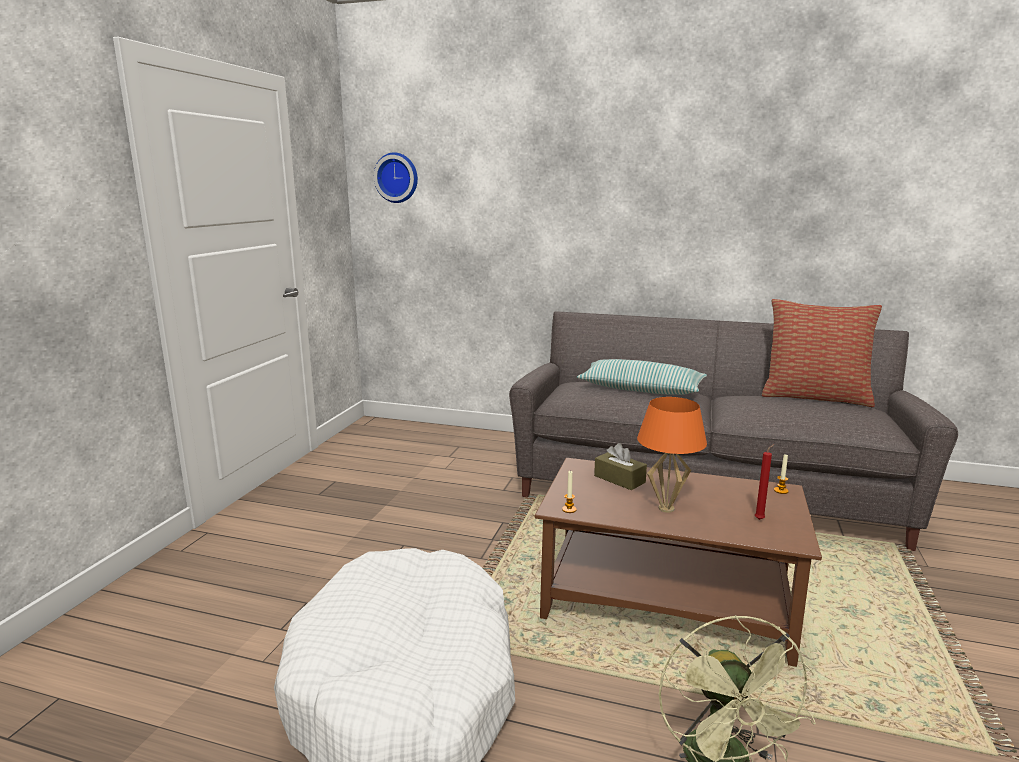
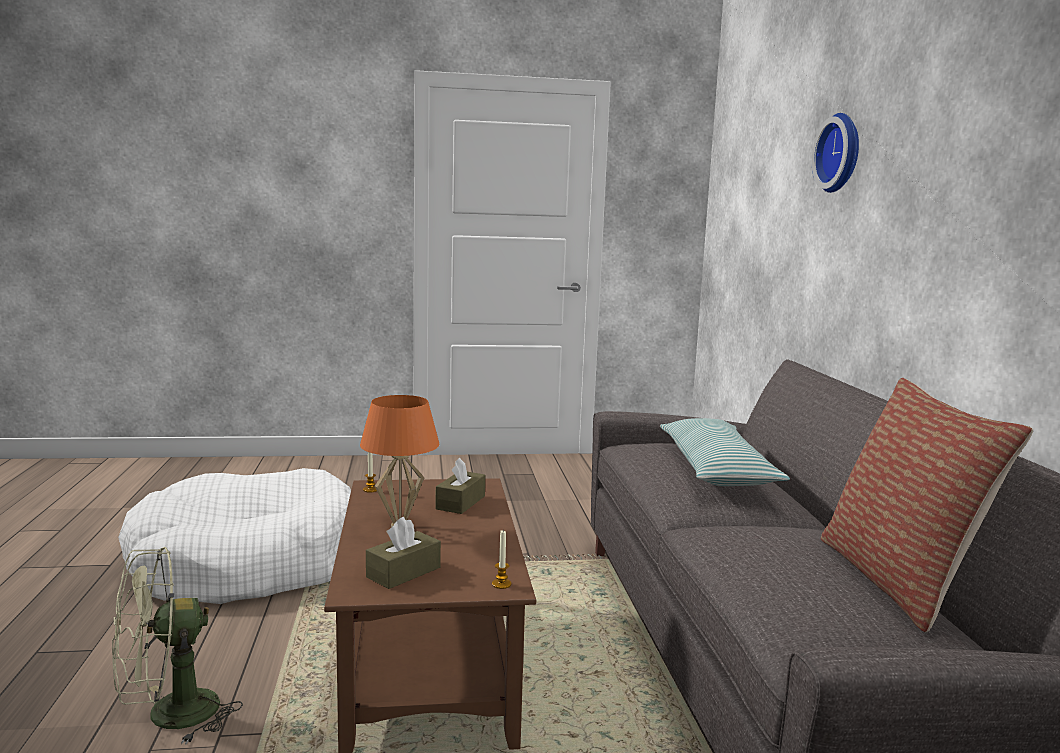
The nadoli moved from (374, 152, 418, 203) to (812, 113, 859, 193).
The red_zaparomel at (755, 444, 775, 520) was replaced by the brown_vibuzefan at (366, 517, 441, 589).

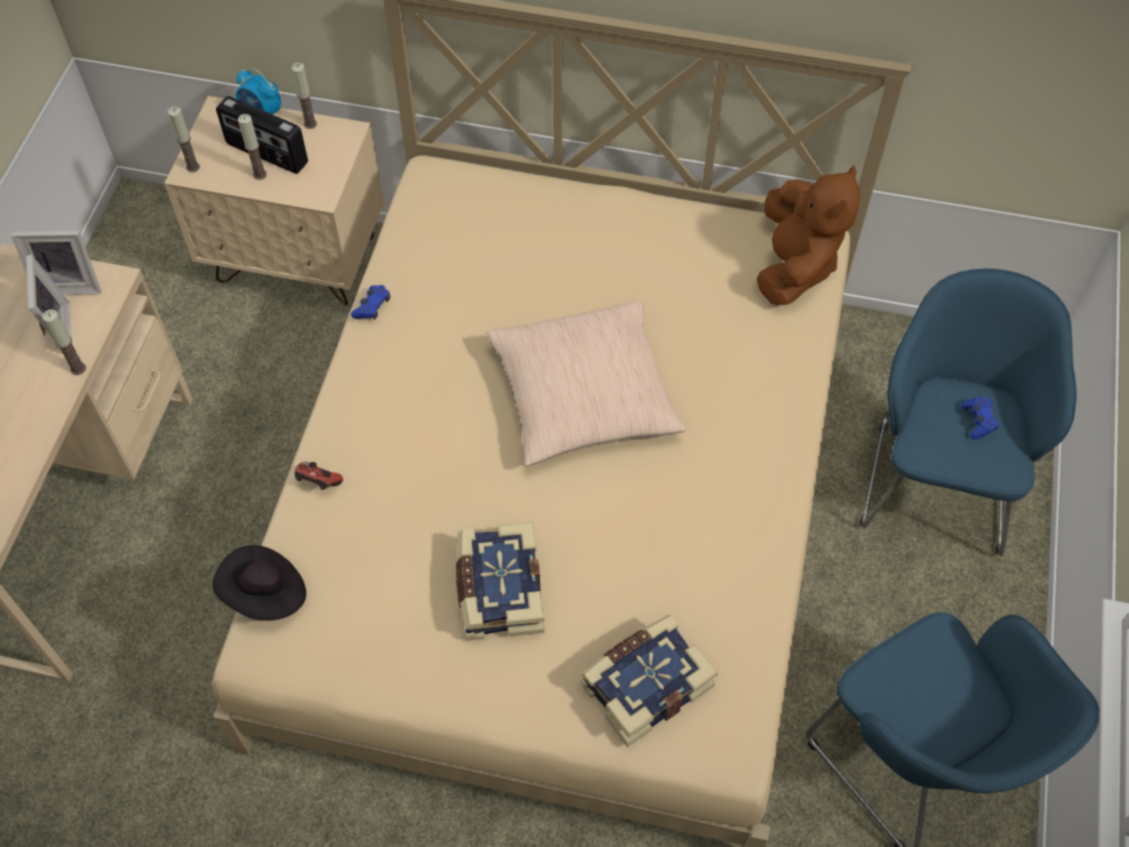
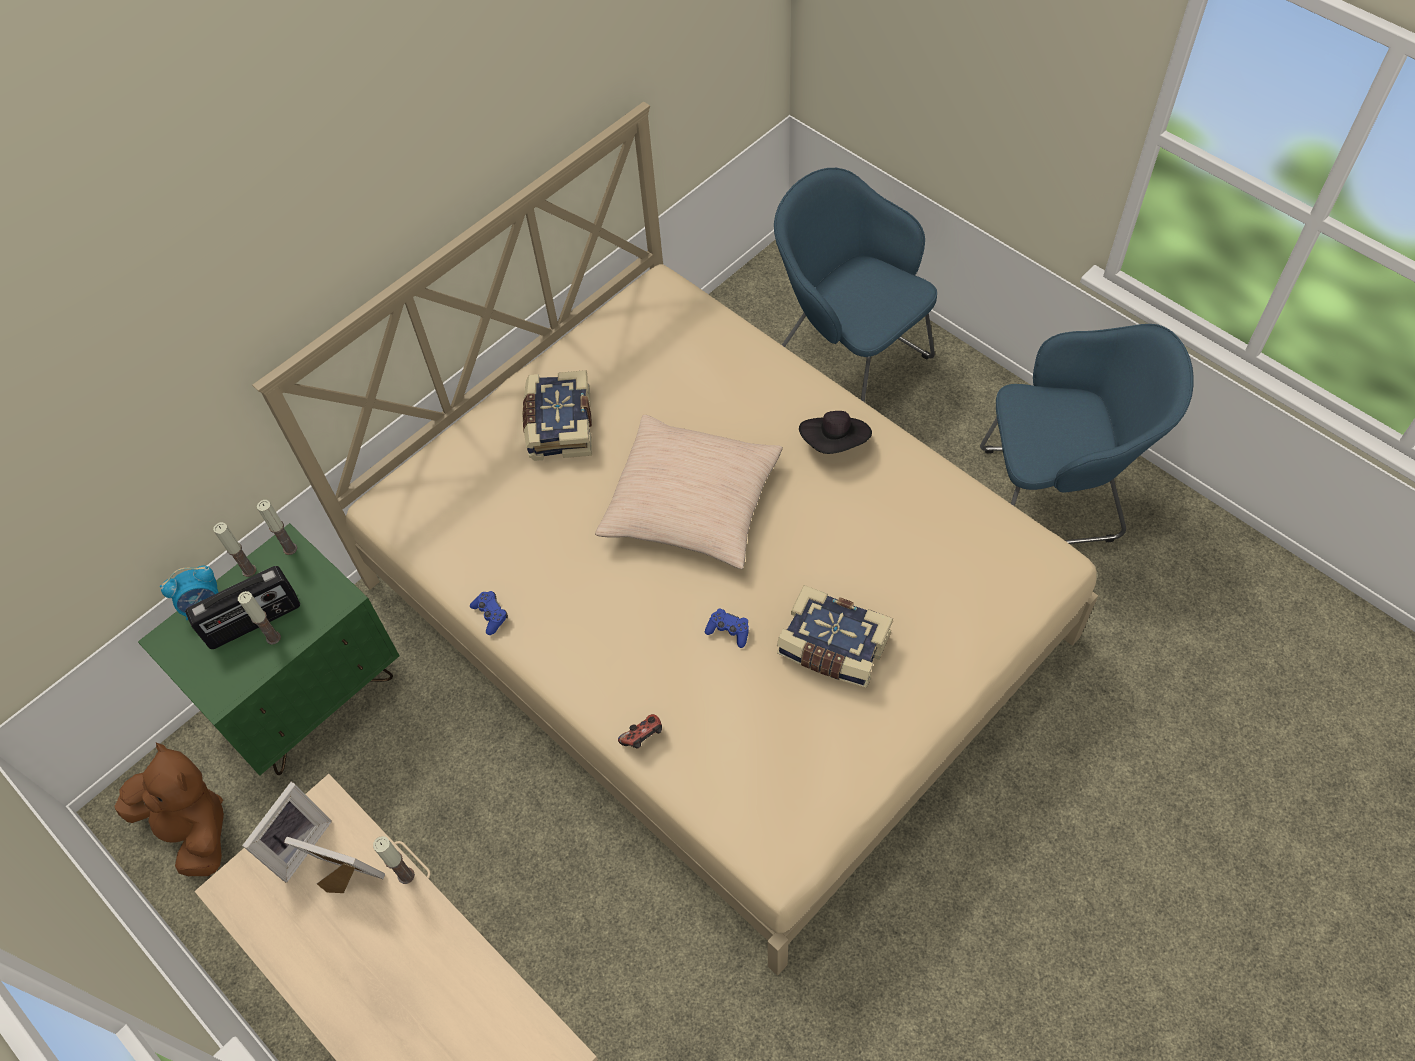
The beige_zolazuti at (164, 96, 384, 306) became the green_zolazuti at (138, 523, 400, 776).
The zaparomel moved from (168, 107, 200, 172) to (257, 500, 297, 555).
The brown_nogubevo moved from (757, 165, 860, 305) to (114, 743, 224, 876).
The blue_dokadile moved from (961, 396, 999, 439) to (705, 609, 749, 648).
The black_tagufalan moved from (212, 545, 306, 621) to (799, 411, 872, 454).
The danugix moved from (581, 615, 718, 747) to (523, 370, 592, 461).

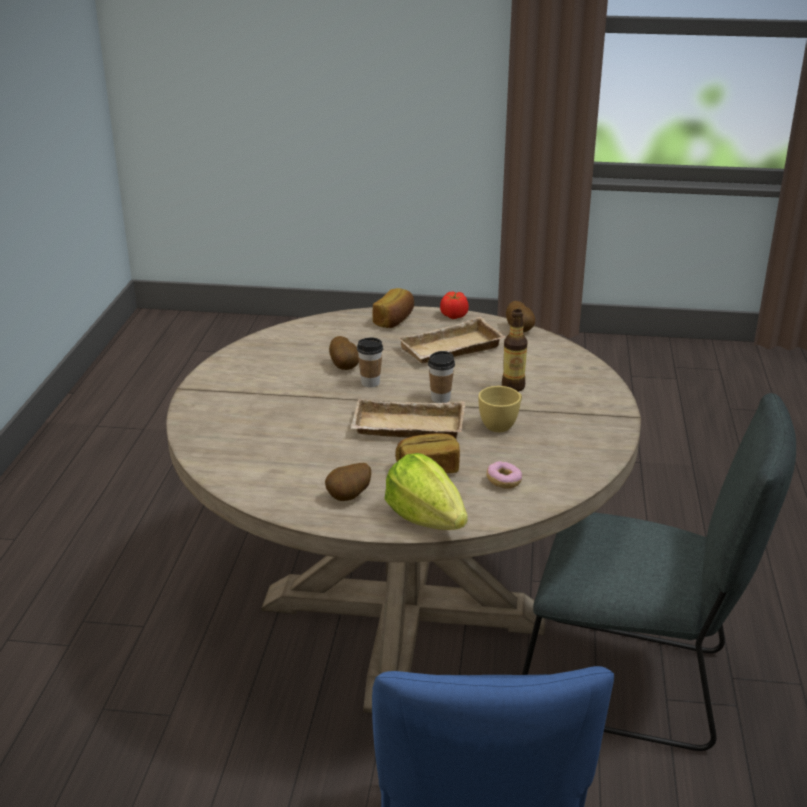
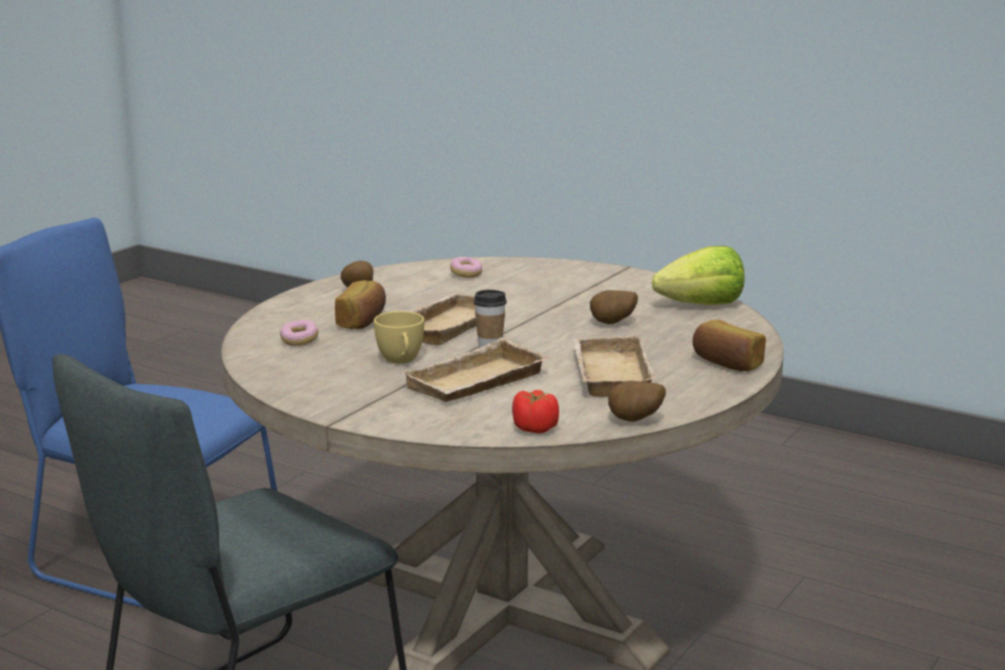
The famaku moved from (440, 292, 469, 319) to (512, 390, 559, 434).
The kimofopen at (502, 309, 528, 392) was replaced by the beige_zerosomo at (401, 337, 549, 402).
The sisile at (357, 337, 383, 388) disappeared.
The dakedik moved from (385, 453, 468, 530) to (652, 246, 744, 305).
The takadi at (450, 257, 482, 278) appeared.

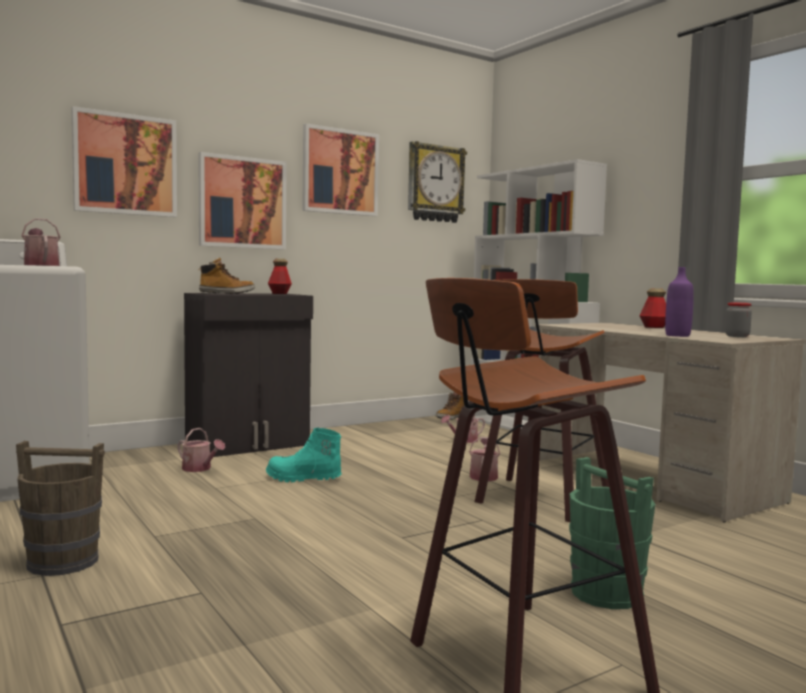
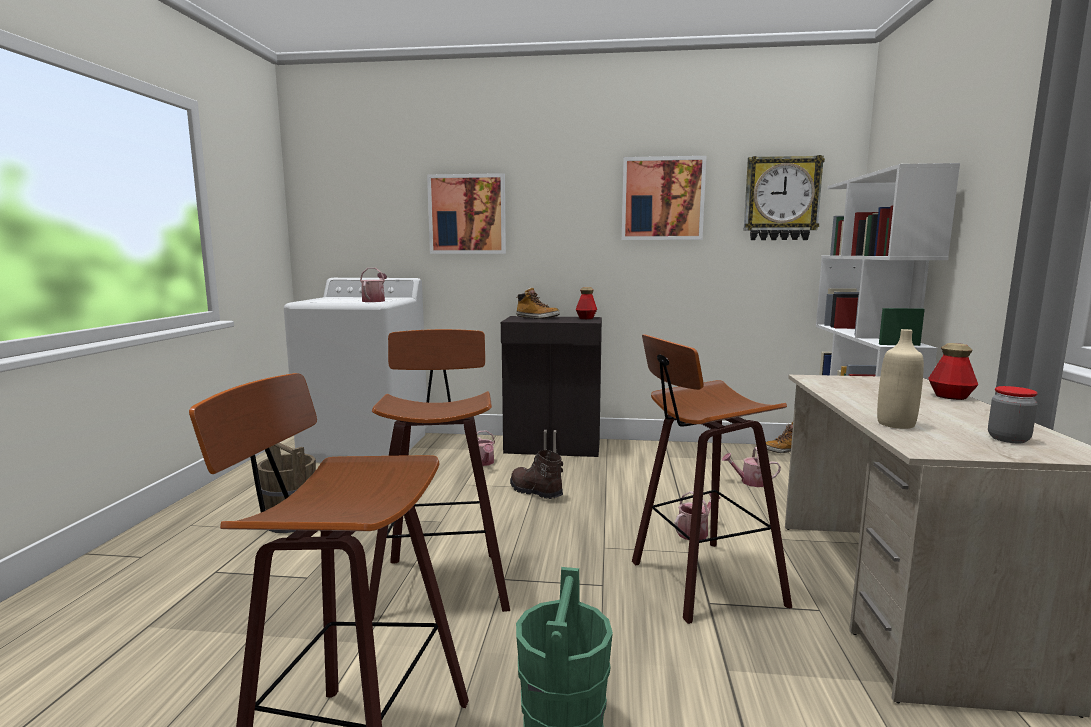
The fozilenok at (199, 152, 287, 249) disappeared.
The purple_kimofopen at (665, 267, 694, 337) became the beige_kimofopen at (877, 329, 924, 429).
The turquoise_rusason at (266, 427, 342, 482) became the brown_rusason at (510, 450, 563, 499).
The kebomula at (369, 329, 510, 621) appeared.

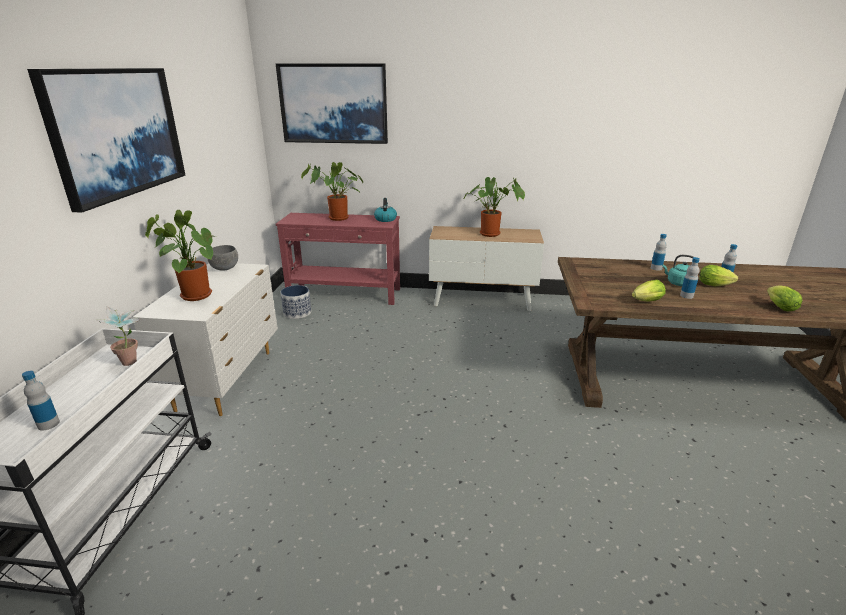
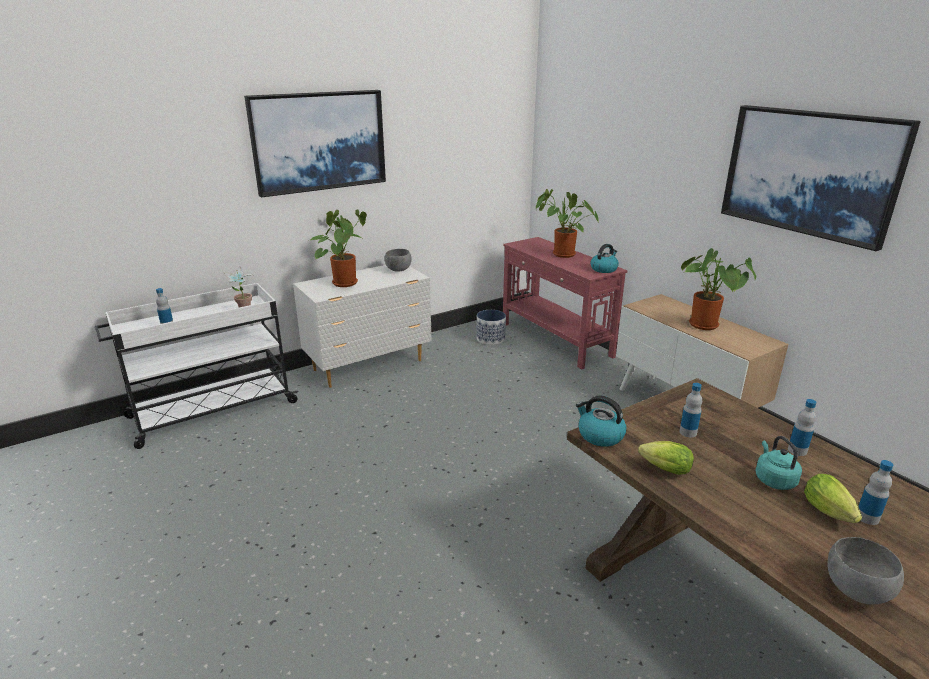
The fozilenok moved from (276, 63, 388, 144) to (721, 105, 921, 251).
The kimofopen moved from (680, 257, 700, 299) to (679, 383, 702, 437).
The dakedik at (767, 285, 803, 311) was replaced by the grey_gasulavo at (827, 537, 904, 604).
The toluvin at (576, 396, 626, 447) appeared.

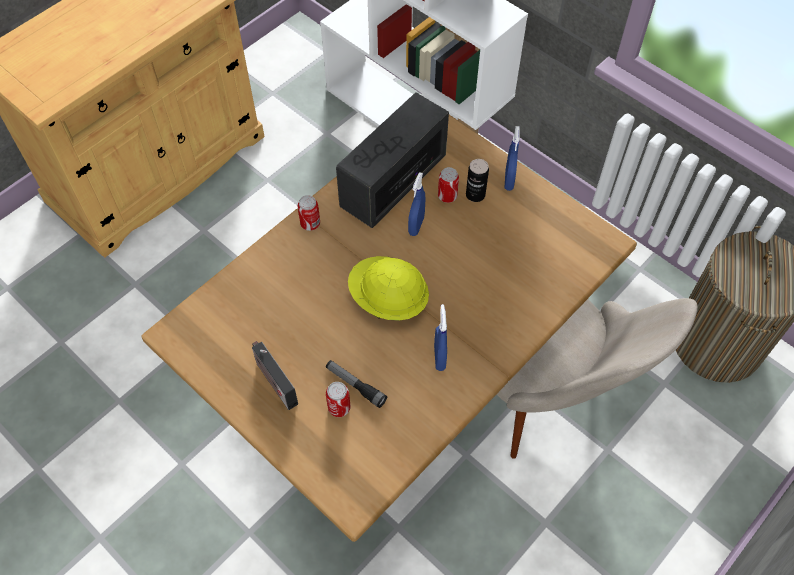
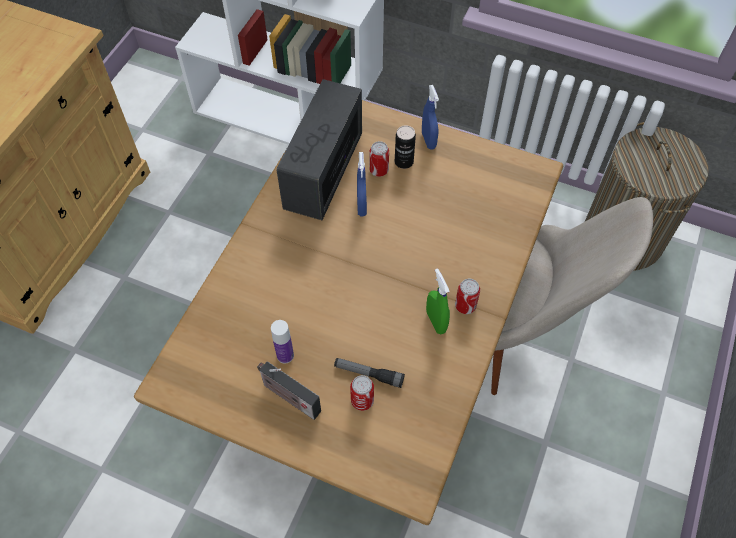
The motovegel moved from (298, 195, 320, 231) to (455, 279, 480, 314).
The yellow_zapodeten at (348, 256, 429, 321) disappeared.
The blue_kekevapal at (434, 304, 447, 371) became the green_kekevapal at (426, 268, 450, 334).
The kimofopen at (271, 320, 294, 364) appeared.

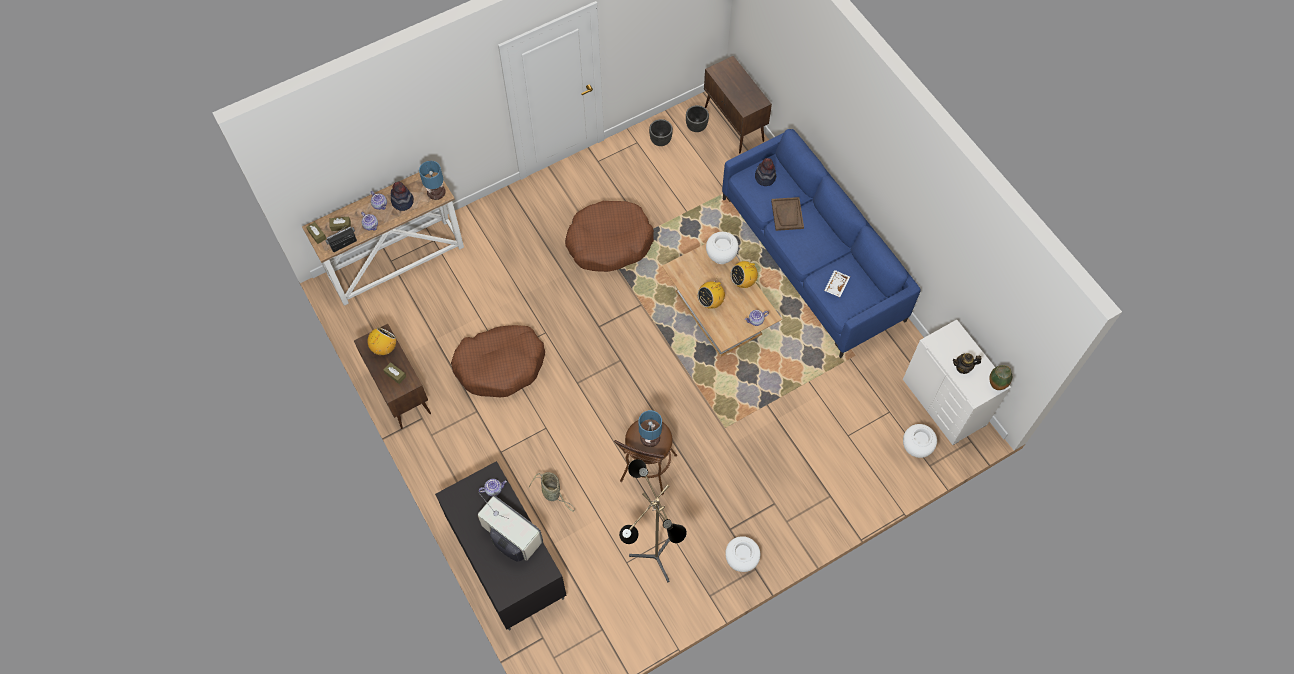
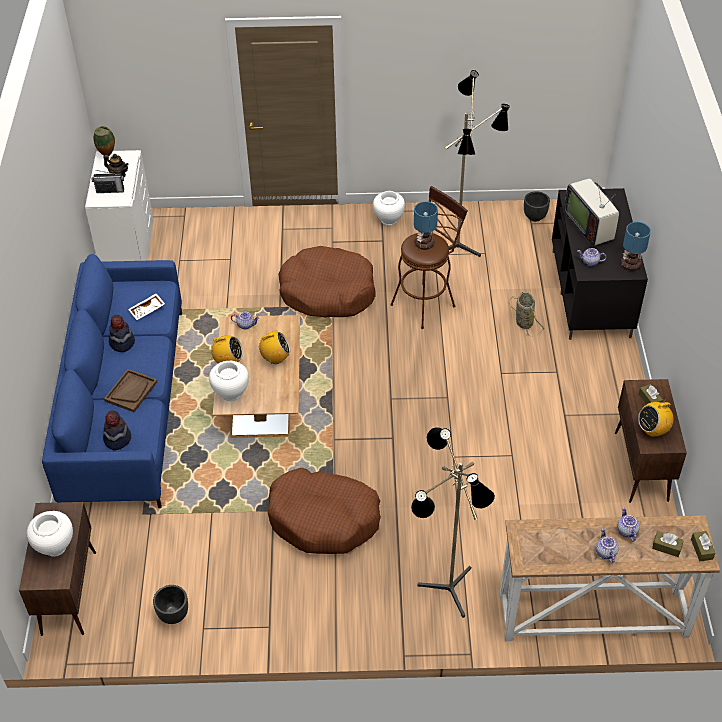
The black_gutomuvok moved from (686, 105, 709, 132) to (524, 191, 550, 222).
The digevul moved from (419, 161, 445, 200) to (621, 222, 651, 271).
The tagufalan moved from (391, 182, 414, 211) to (109, 315, 135, 352).
The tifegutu moved from (325, 225, 357, 252) to (91, 170, 124, 193).
The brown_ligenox moved from (451, 325, 545, 397) to (278, 246, 376, 317).
The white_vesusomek moved from (903, 424, 937, 458) to (27, 511, 73, 557).
The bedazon at (411, 427, 495, 618) appeared.

